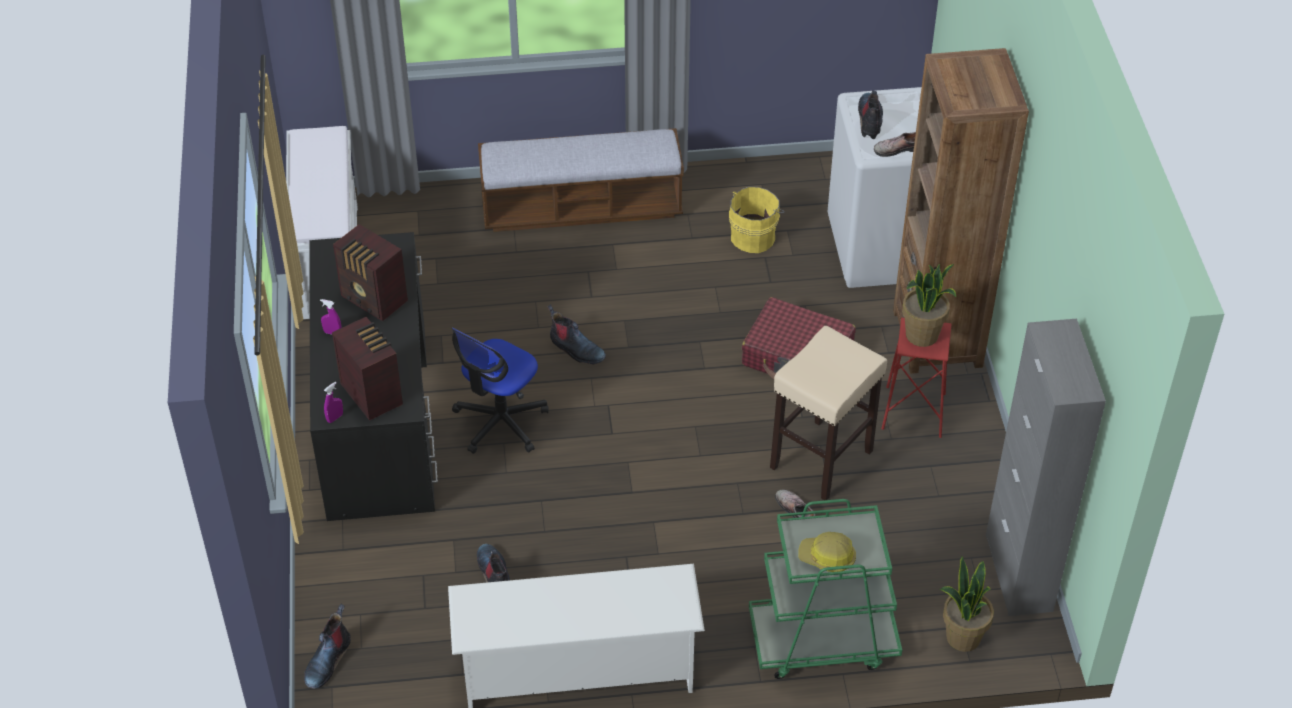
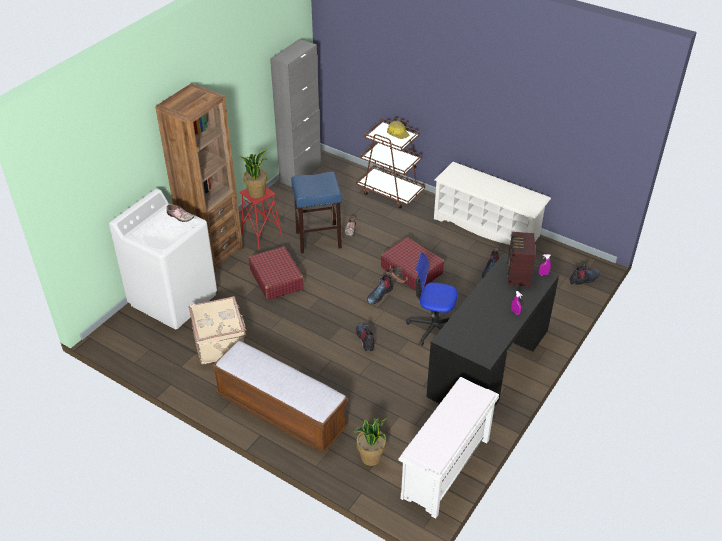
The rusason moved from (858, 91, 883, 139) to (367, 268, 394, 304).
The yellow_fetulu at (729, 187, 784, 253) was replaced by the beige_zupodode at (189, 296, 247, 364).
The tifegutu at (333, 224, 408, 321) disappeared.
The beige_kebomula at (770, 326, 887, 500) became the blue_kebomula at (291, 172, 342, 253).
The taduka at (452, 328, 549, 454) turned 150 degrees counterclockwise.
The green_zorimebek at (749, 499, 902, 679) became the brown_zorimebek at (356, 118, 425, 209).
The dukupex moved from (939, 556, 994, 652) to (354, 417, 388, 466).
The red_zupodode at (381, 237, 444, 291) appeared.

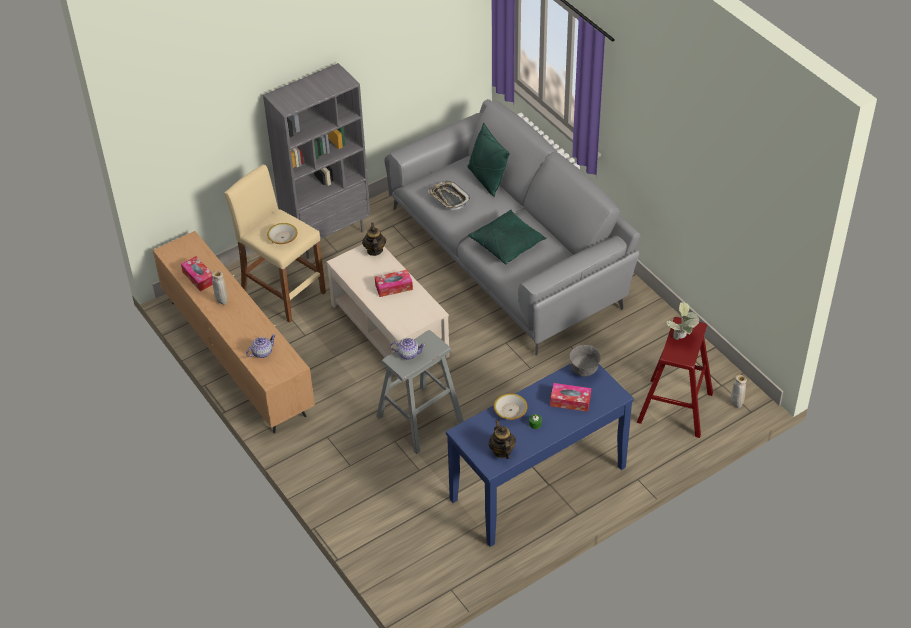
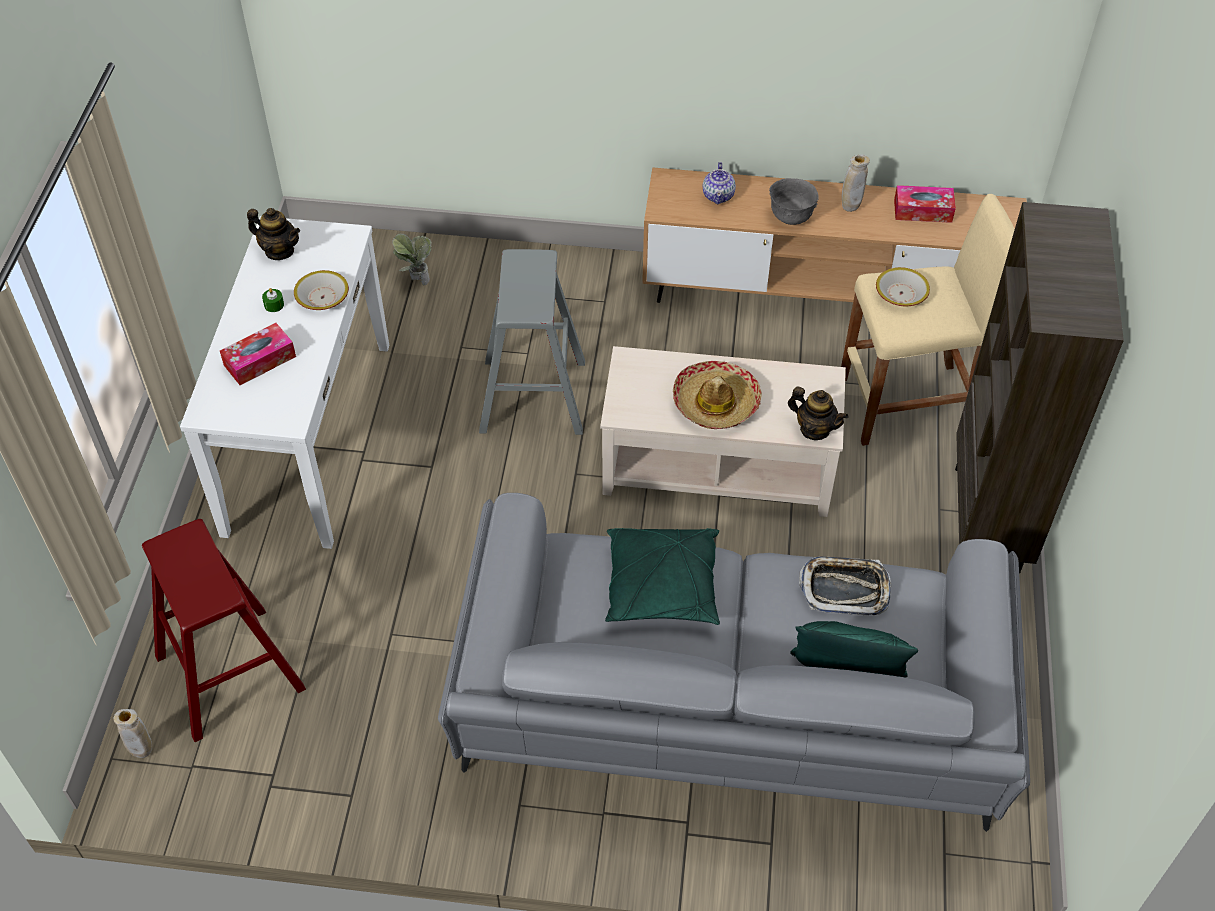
The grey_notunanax at (263, 63, 370, 259) became the brown_notunanax at (955, 202, 1124, 574).
The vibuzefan at (375, 269, 413, 297) was replaced by the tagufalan at (673, 361, 762, 429).
The dukupex moved from (666, 302, 699, 340) to (392, 233, 432, 285).
The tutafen at (390, 338, 426, 359) disappeared.
The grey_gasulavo moved from (570, 345, 601, 377) to (769, 178, 819, 225).
The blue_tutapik at (446, 364, 634, 547) became the white_tutapik at (180, 216, 389, 549).

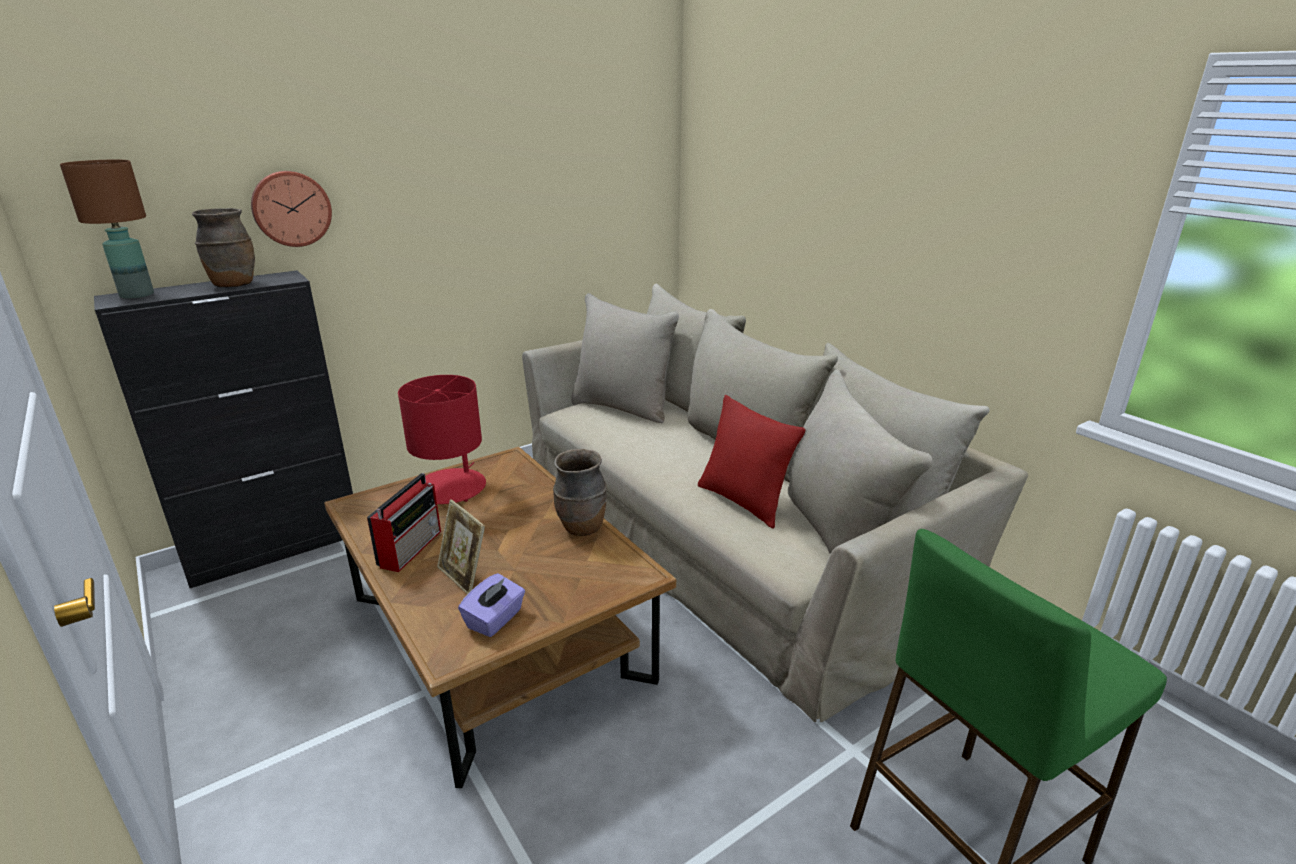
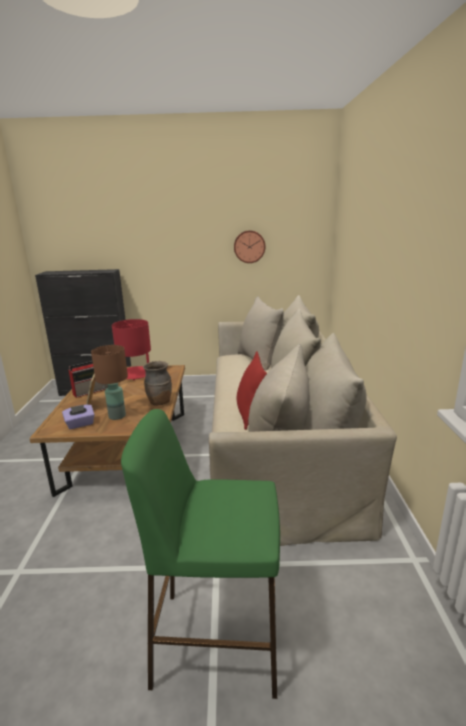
The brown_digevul moved from (60, 160, 154, 299) to (91, 345, 128, 420).
The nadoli moved from (251, 171, 332, 247) to (234, 230, 265, 263).
The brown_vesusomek at (192, 208, 255, 288) disappeared.

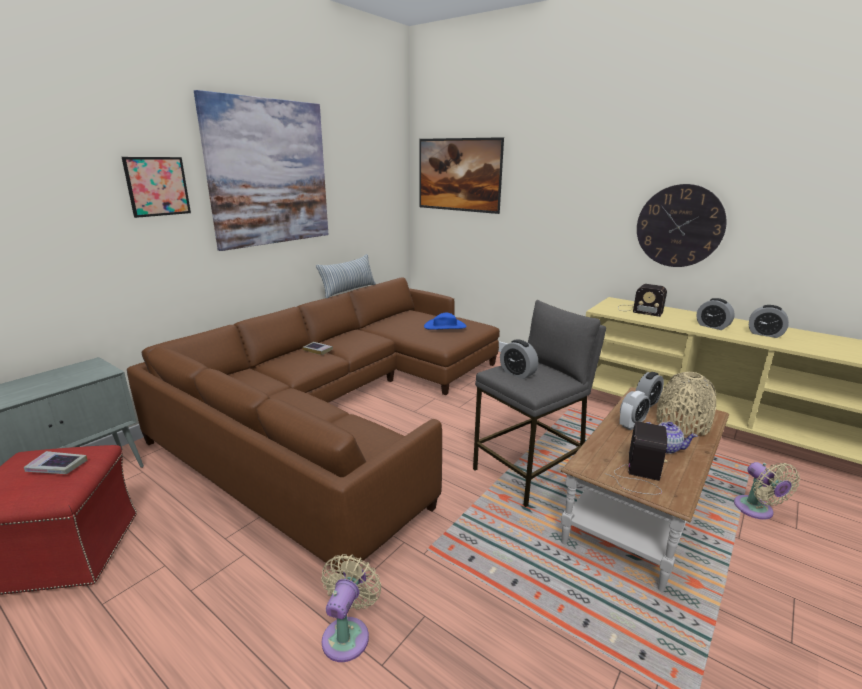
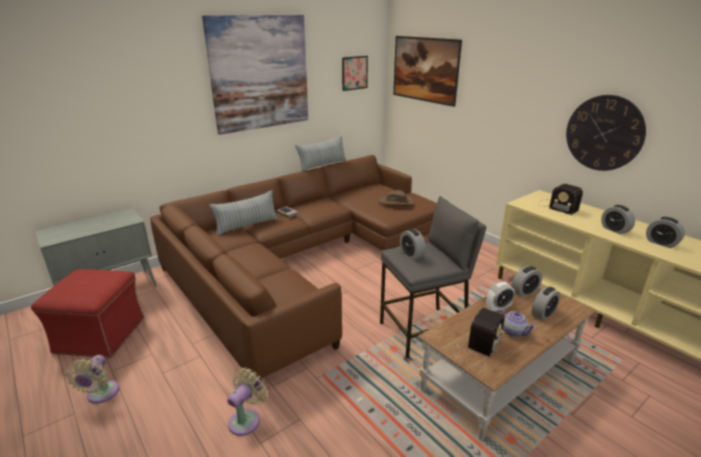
The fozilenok moved from (122, 157, 191, 218) to (342, 56, 368, 91).
The blue_tagufalan at (424, 313, 467, 330) became the brown_tagufalan at (378, 190, 414, 205).
The beige_vesusomek at (656, 372, 717, 436) was replaced by the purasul at (532, 287, 560, 321).
The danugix at (24, 451, 87, 474) disappeared.
The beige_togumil moved from (734, 462, 800, 520) to (65, 355, 119, 404).
The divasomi at (209, 190, 278, 236) appeared.

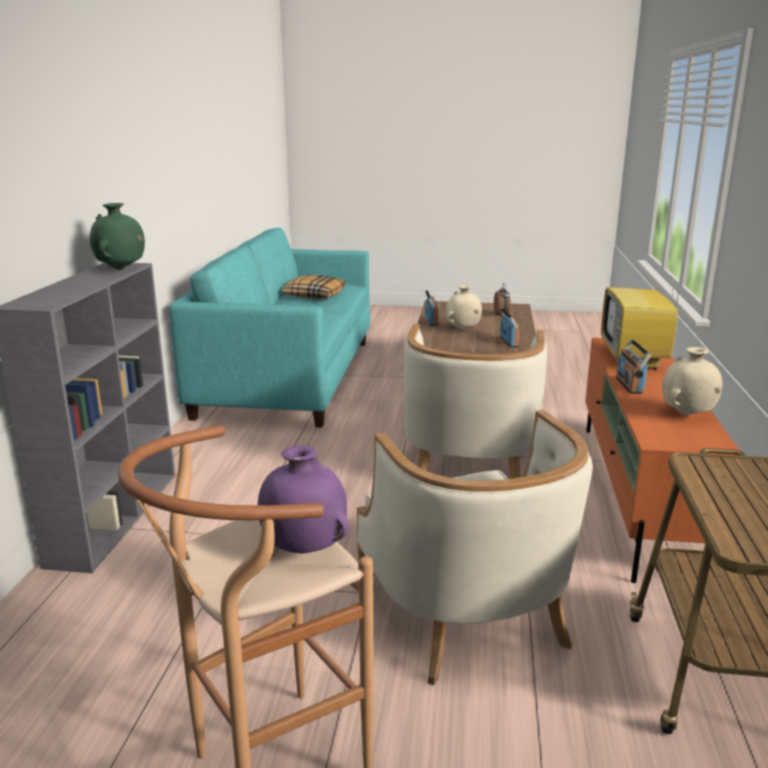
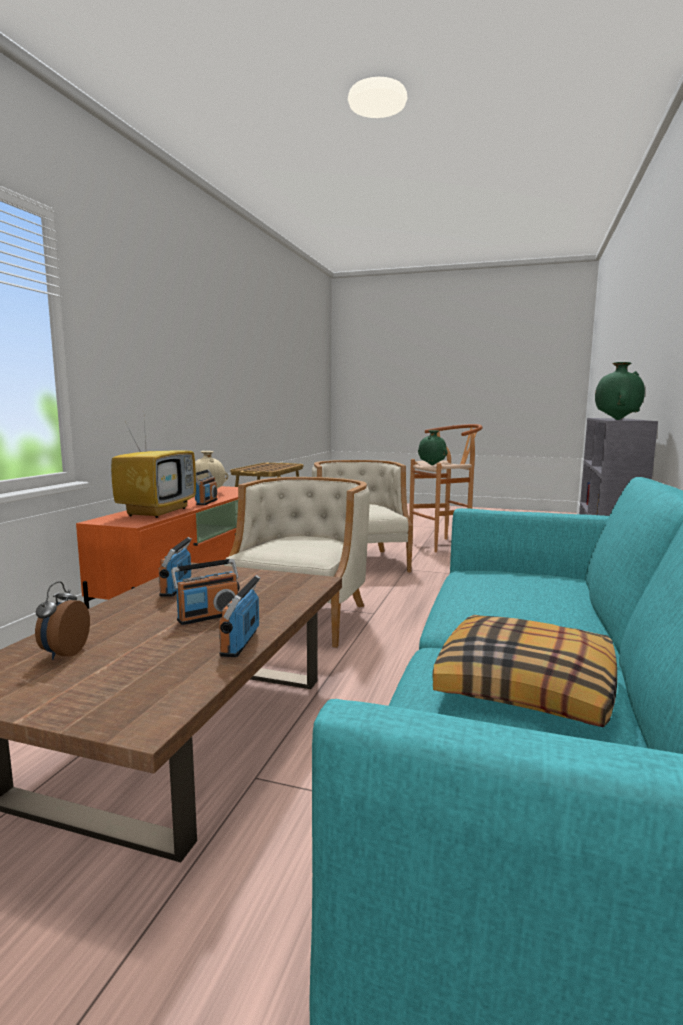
The beige_vesusomek at (446, 285, 482, 330) was replaced by the tifegutu at (171, 559, 240, 625).
The purple_vesusomek at (258, 445, 349, 553) became the green_vesusomek at (418, 430, 448, 465).

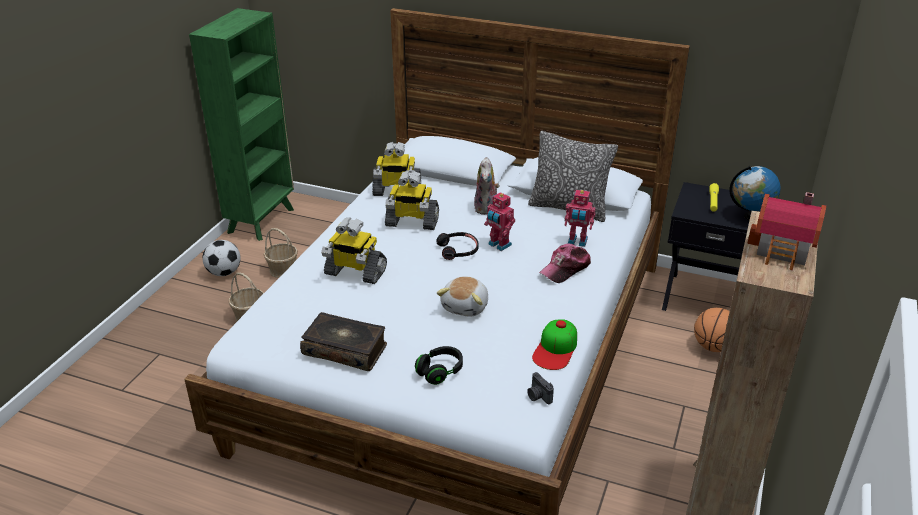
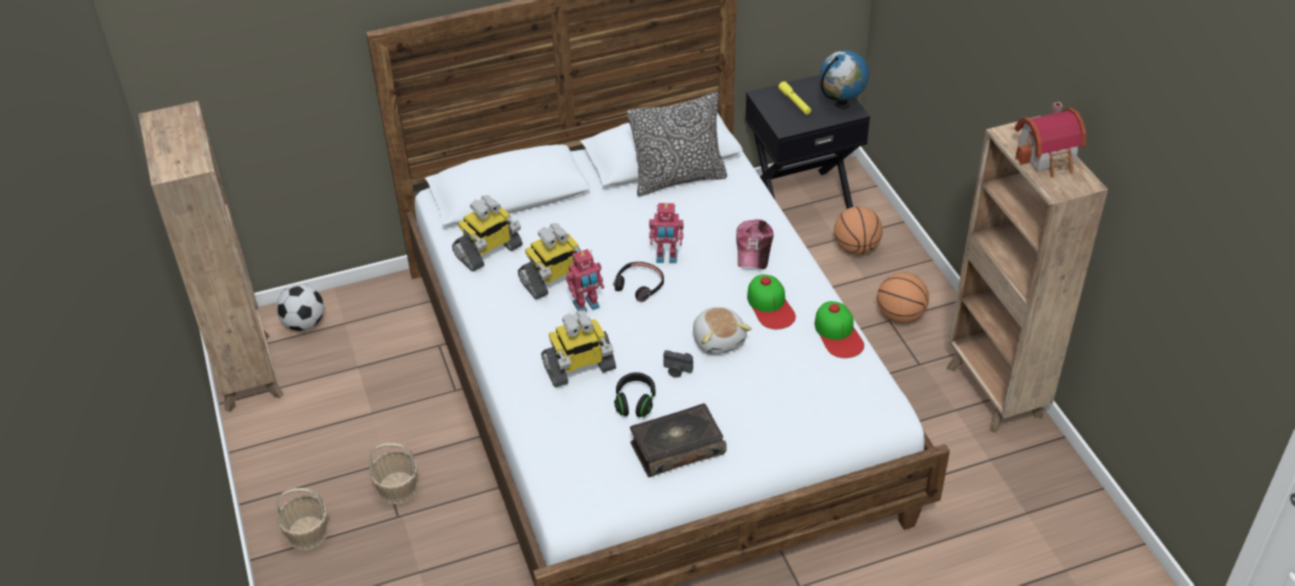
The green_notunanax at (189, 8, 294, 241) became the brown_notunanax at (139, 101, 284, 412).
The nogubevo at (474, 157, 499, 215) disappeared.
The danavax moved from (565, 190, 595, 247) to (566, 249, 604, 312).
The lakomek moved from (264, 228, 298, 278) to (276, 488, 328, 550).
The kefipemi moved from (202, 240, 241, 276) to (276, 284, 324, 331).
The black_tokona moved from (415, 346, 463, 385) to (614, 372, 656, 417).
The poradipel moved from (527, 372, 554, 404) to (663, 350, 693, 378).
The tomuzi at (877, 272, 929, 324) appeared.
The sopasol at (747, 275, 796, 329) appeared.

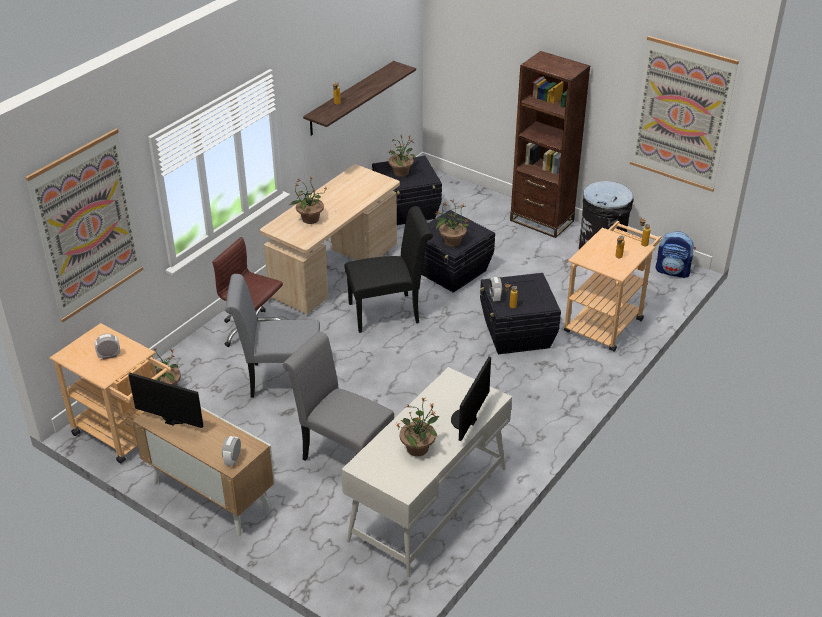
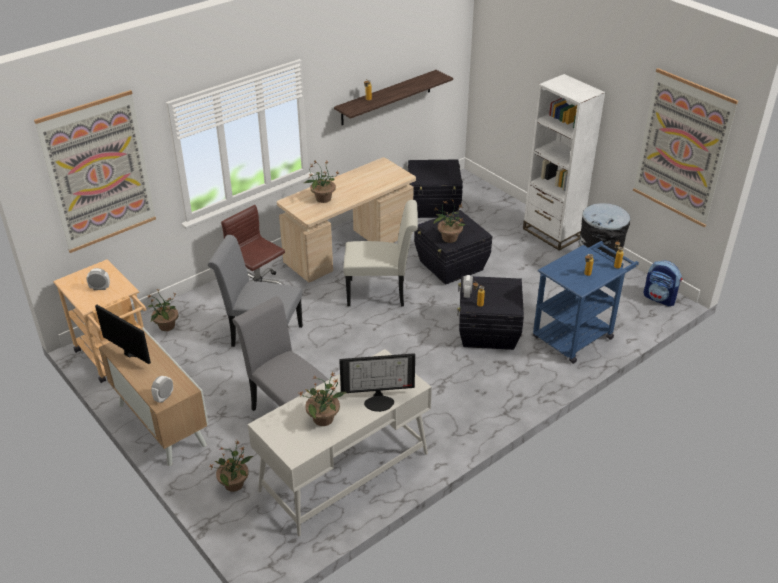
The brown_notunanax at (510, 51, 590, 238) became the white_notunanax at (523, 74, 605, 251).
The dukupex moved from (388, 135, 416, 177) to (210, 440, 253, 492).
The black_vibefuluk at (344, 206, 433, 333) became the white_vibefuluk at (344, 200, 418, 307).
The beige_zorimebek at (564, 221, 662, 352) became the blue_zorimebek at (533, 241, 639, 364).
The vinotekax at (451, 357, 491, 441) turned 135 degrees counterclockwise.

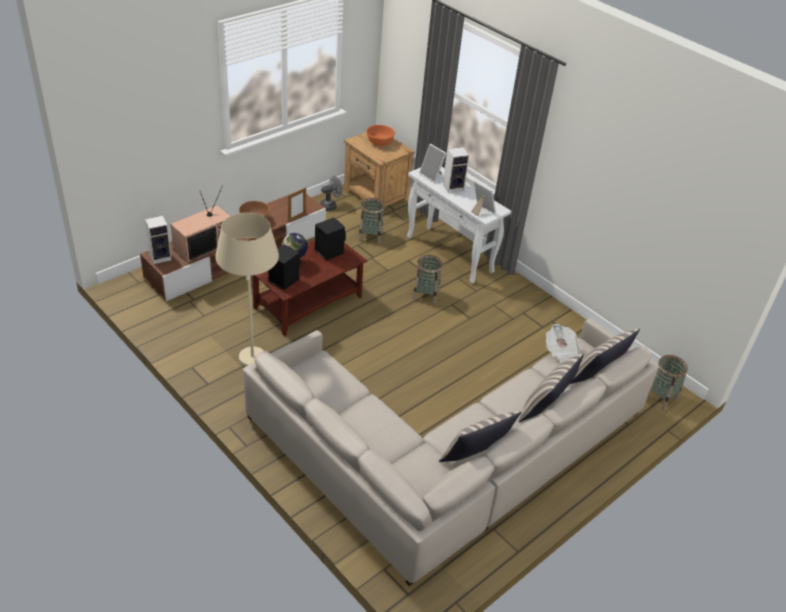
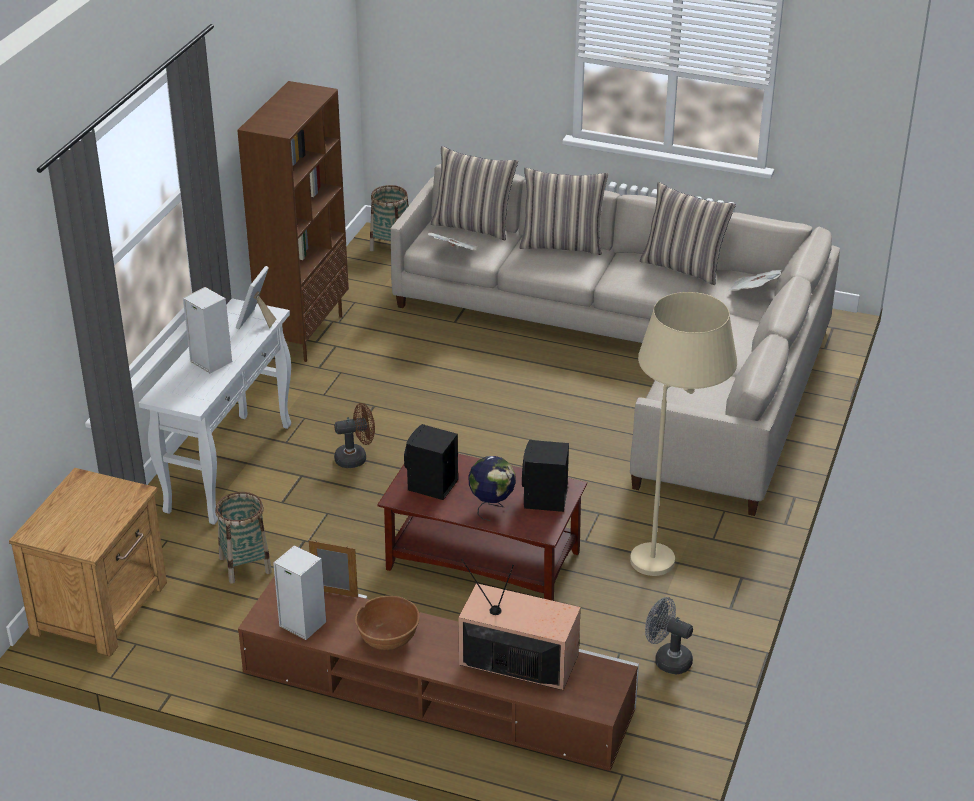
The orange_gasulavo at (366, 125, 395, 146) disappeared.
The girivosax at (419, 144, 446, 183) disappeared.
The grey_togumil moved from (320, 176, 343, 211) to (645, 597, 693, 674).
The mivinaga moved from (145, 216, 172, 264) to (273, 545, 326, 640).
The lakomek at (412, 255, 443, 304) was replaced by the brown_togumil at (334, 403, 375, 468).
The brown_notunanax at (237, 81, 349, 362) appeared.
The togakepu at (729, 269, 783, 290) appeared.

